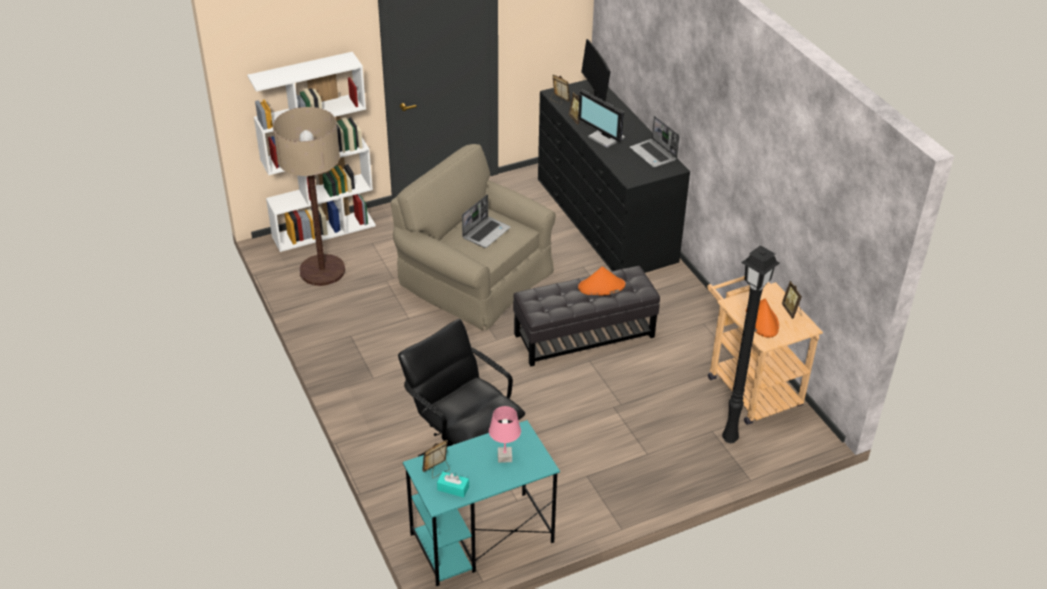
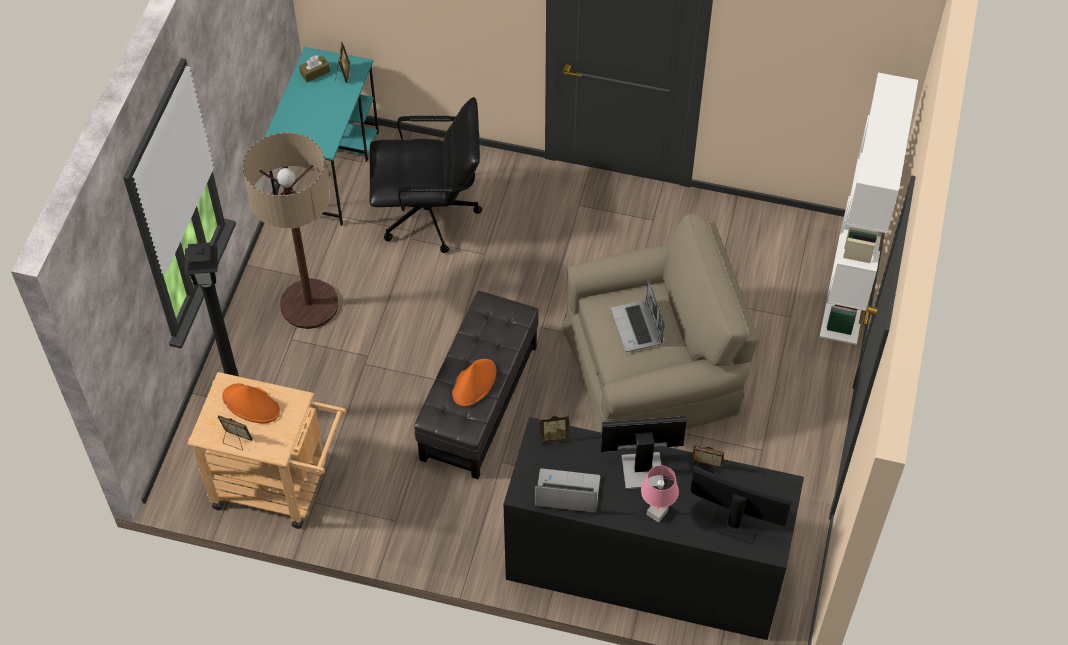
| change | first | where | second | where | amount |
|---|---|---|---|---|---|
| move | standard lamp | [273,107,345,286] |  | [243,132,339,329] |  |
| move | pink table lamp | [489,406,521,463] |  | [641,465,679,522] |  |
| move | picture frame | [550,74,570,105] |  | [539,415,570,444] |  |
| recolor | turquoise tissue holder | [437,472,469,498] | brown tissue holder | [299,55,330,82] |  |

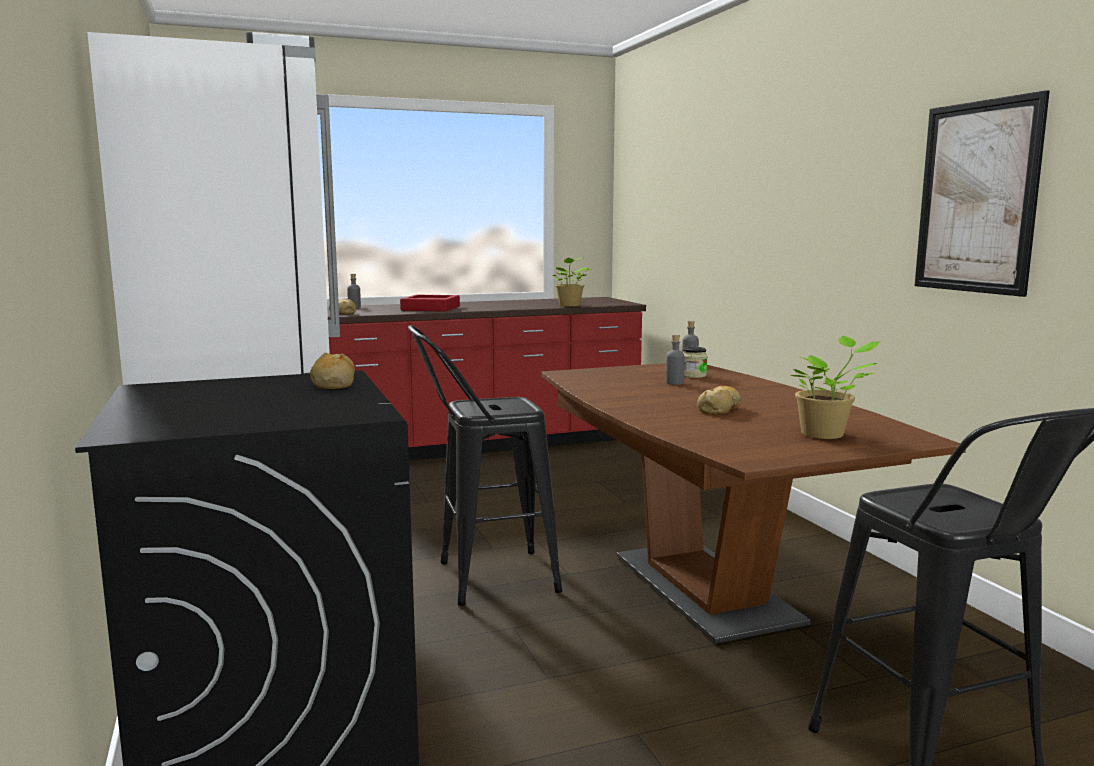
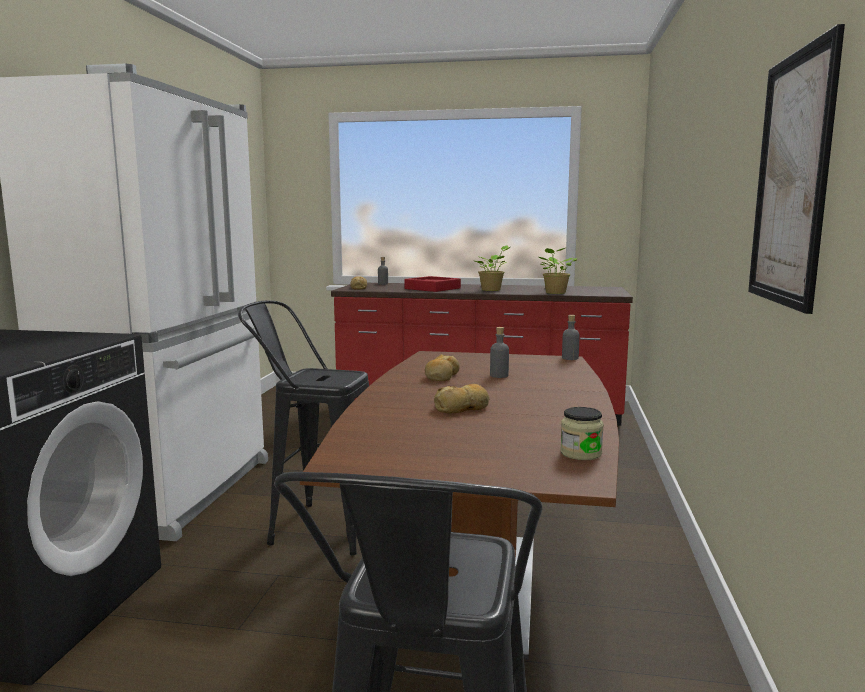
| change | first | where | second | where | amount |
|---|---|---|---|---|---|
| move | bakery bread | [310,353,355,389] |  | [425,354,460,381] |  |
| move | jar | [683,347,708,378] |  | [560,407,604,460] |  |
| move | plant in a pot | [791,336,881,439] |  | [475,245,510,291] |  |

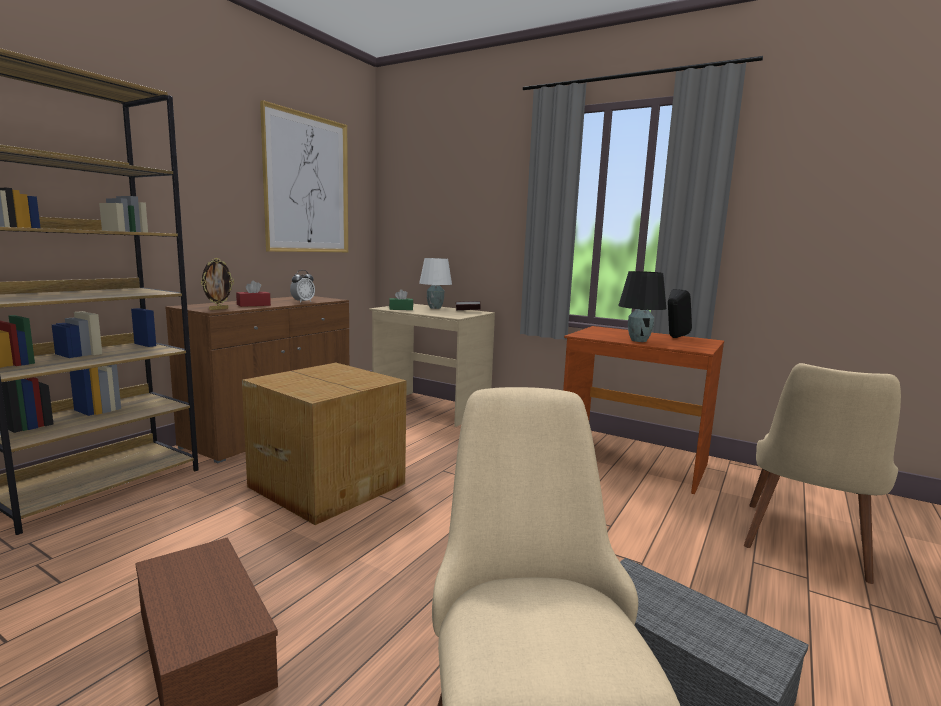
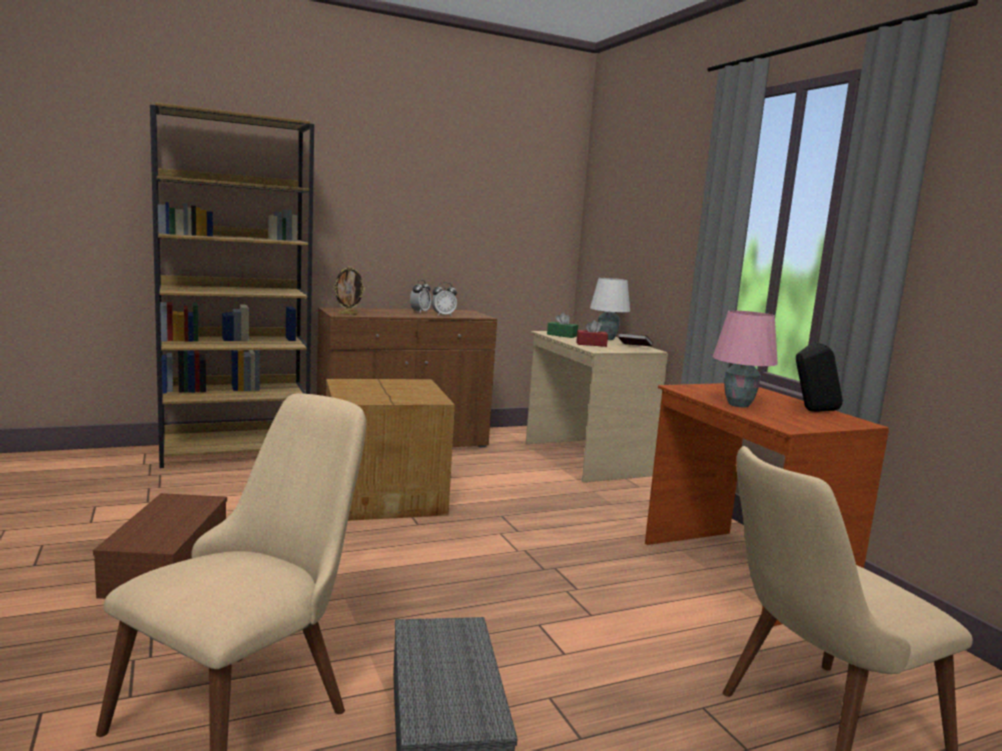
| change | first | where | second | where | amount |
|---|---|---|---|---|---|
| delete | wall art | [260,100,348,252] |  |  |  |
| insert |  |  | bedside clock | [410,280,431,313] |  |
| move | reddish tissue holder | [236,280,271,307] |  | [576,320,608,347] |  |
| recolor | black table lamp | [618,271,666,342] | pink table lamp | [713,310,778,408] |  |

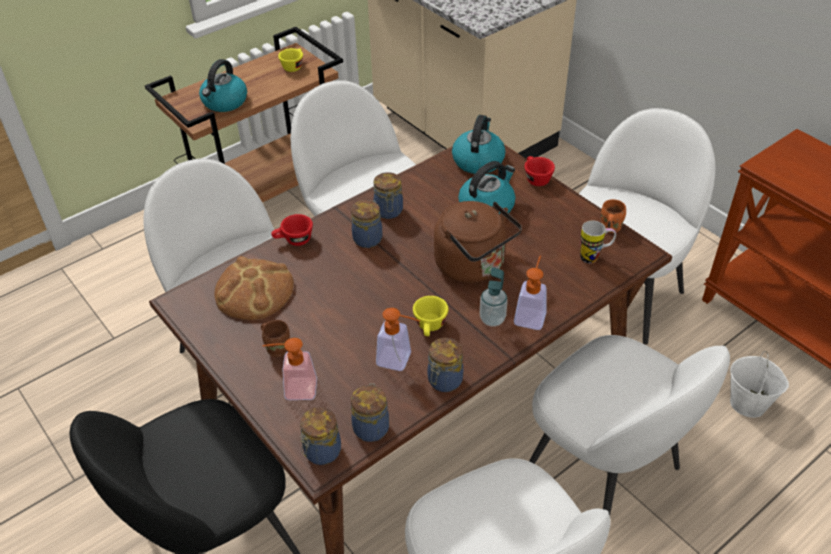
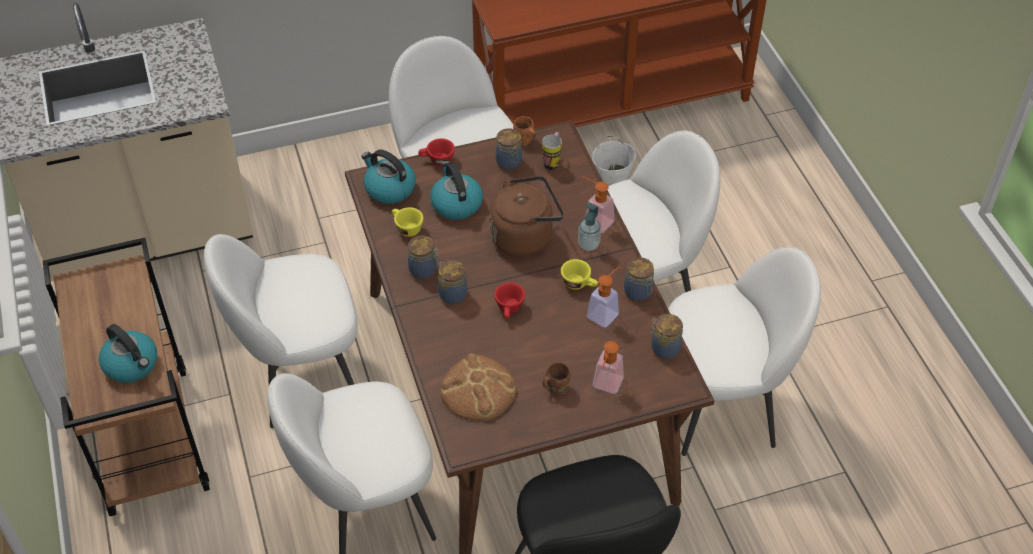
| change | first | where | second | where | amount |
|---|---|---|---|---|---|
| move | reddish cup | [271,214,313,246] |  | [494,282,525,319] |  |
| move | yellowish cup | [278,48,303,72] |  | [392,207,423,237] |  |
| move | jar | [300,407,341,465] |  | [496,128,522,170] |  |

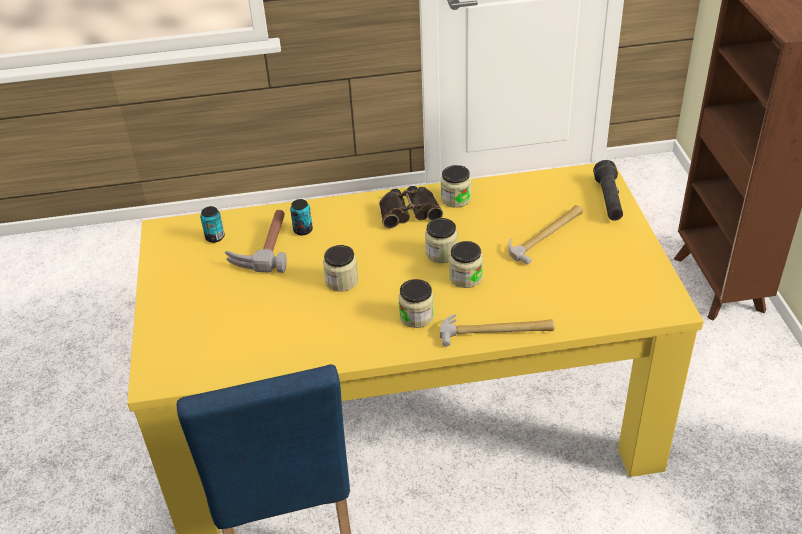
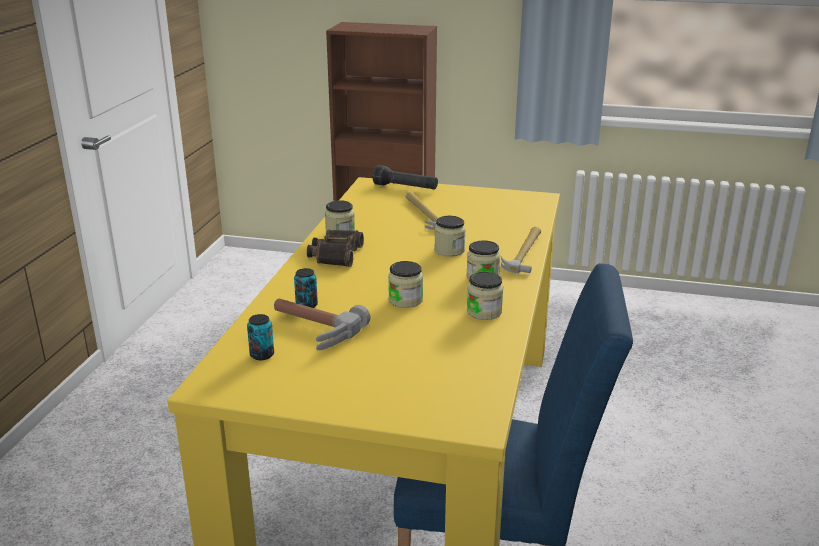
| change | first | where | second | where | amount |
|---|---|---|---|---|---|
| move | jar | [425,218,458,263] |  | [467,272,503,320] |  |

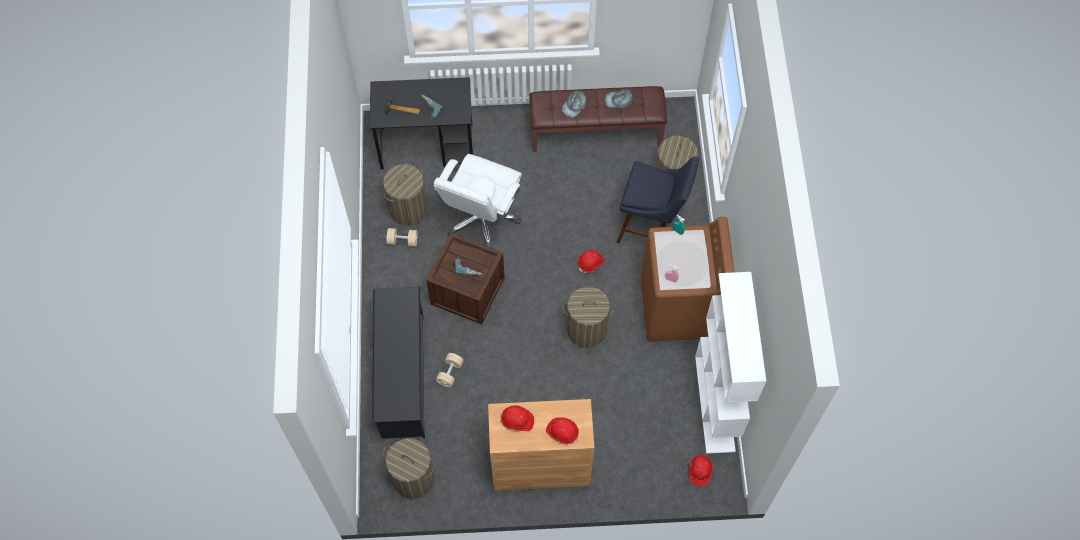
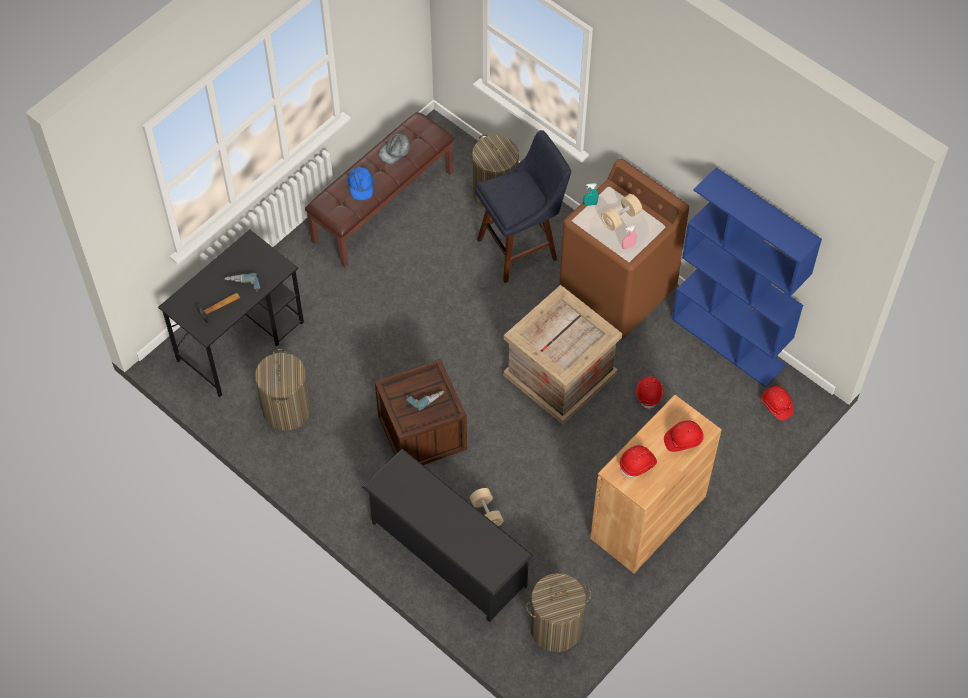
| change | first | where | second | where | amount |
|---|---|---|---|---|---|
| delete | white-coloured computer chair | [434,154,522,248] |  |  |  |
| move | beige dumbbell | [386,228,418,247] |  | [601,194,642,231] |  |
| move | reddish work helmet | [578,250,605,273] |  | [636,376,663,410] |  |
| replace | washing basket | [562,287,615,348] | crate | [503,285,622,425] |  |
| recolor | grey cap | [562,90,587,118] | blue-coloured cap | [348,167,373,200] |  |
| recolor | white-coloured shelving unit | [695,272,766,454] | blue-coloured shelving unit | [672,167,822,387] |  |

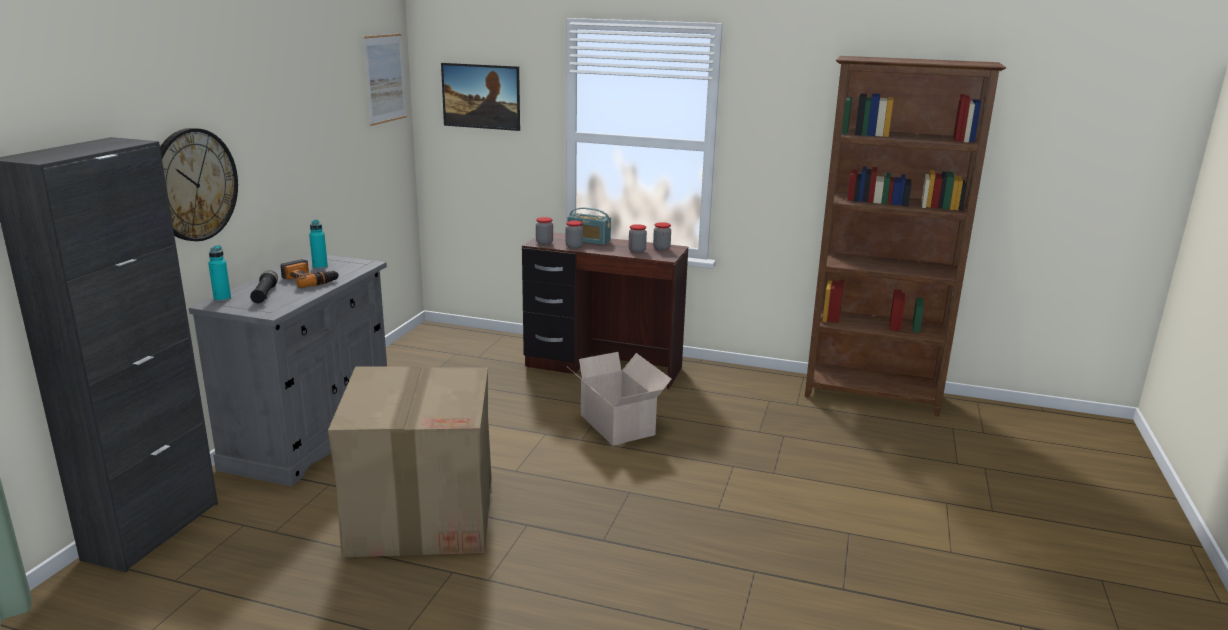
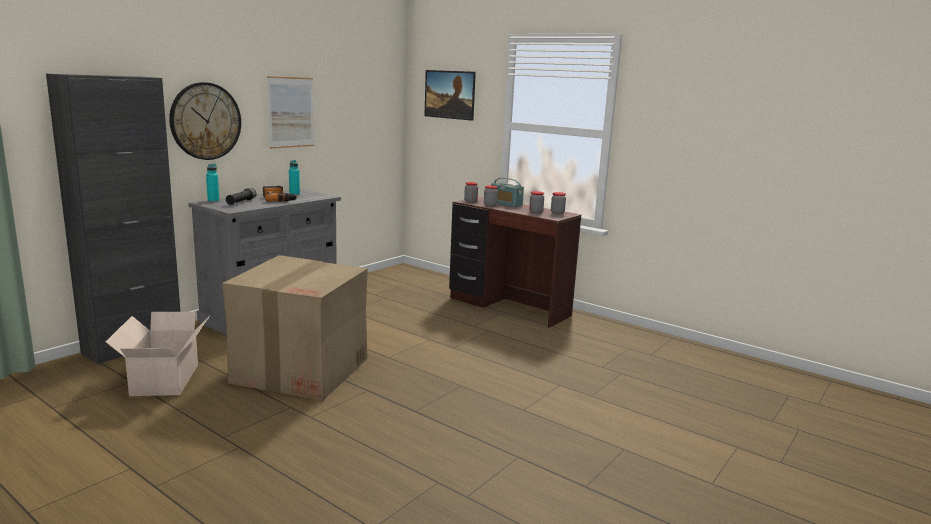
| change | first | where | second | where | amount |
|---|---|---|---|---|---|
| delete | brown shelving unit | [805,56,1006,417] |  |  |  |
| move | wall art | [364,34,406,126] |  | [267,76,314,149] |  |
| move | carton | [569,352,672,446] |  | [106,312,210,396] |  |

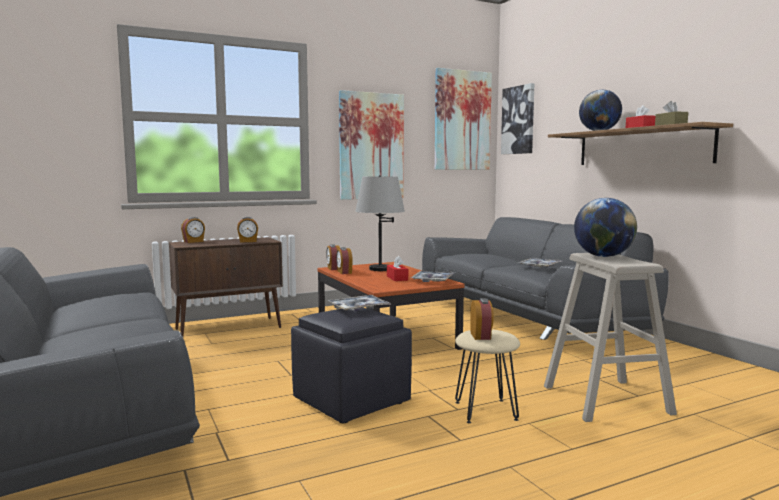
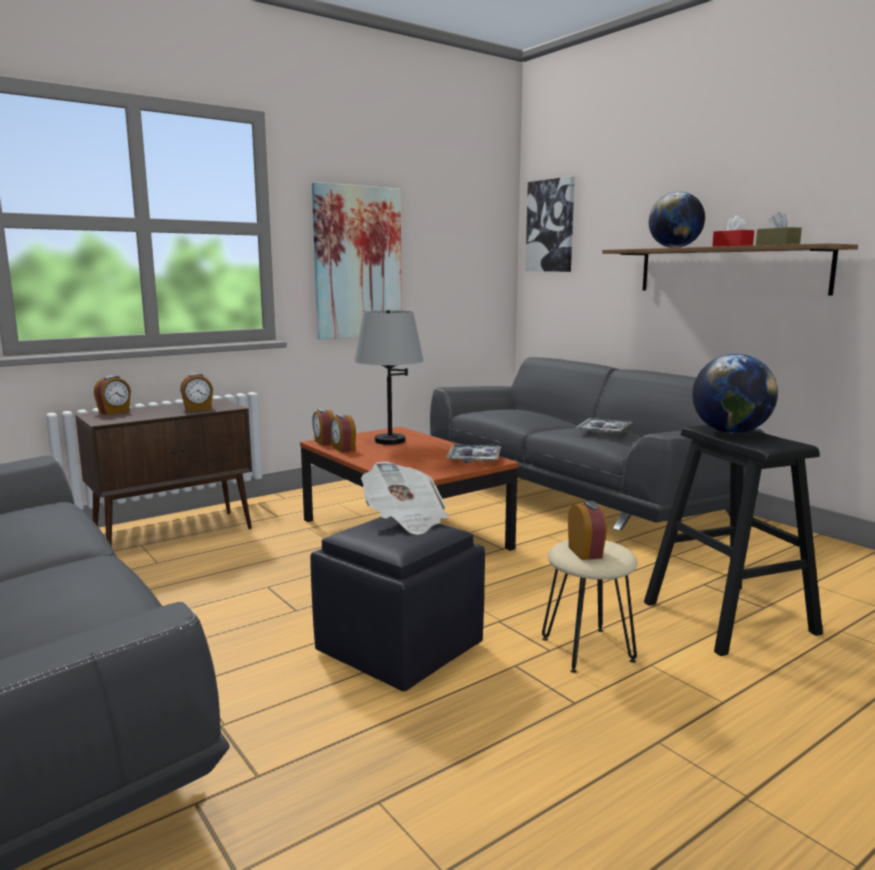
| change | first | where | second | where | amount |
|---|---|---|---|---|---|
| delete | reddish tissue holder | [387,256,408,281] |  |  |  |
| delete | wall art | [435,68,492,170] |  |  |  |
| replace | tray | [328,295,390,311] | daily paper | [361,461,449,535] |  |
| recolor | beige stool seat | [544,253,677,422] | black stool seat | [644,425,823,656] |  |

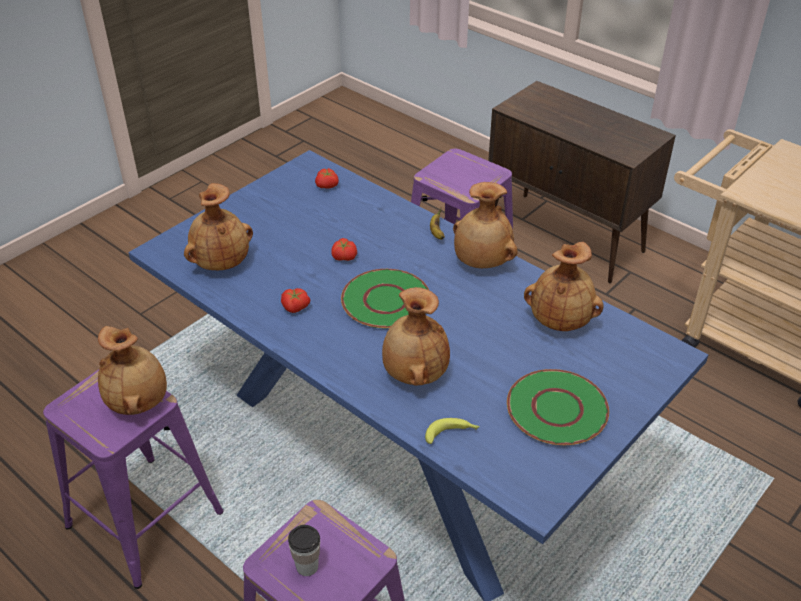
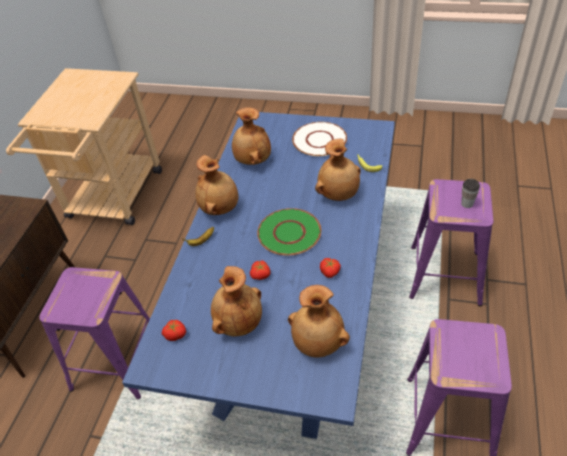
| change | first | where | second | where | amount |
|---|---|---|---|---|---|
| move | brown vase | [98,326,167,415] |  | [211,266,262,336] |  |
| recolor | greenish dinner plate | [507,369,609,445] | white-coloured dinner plate | [292,122,347,156] |  |

